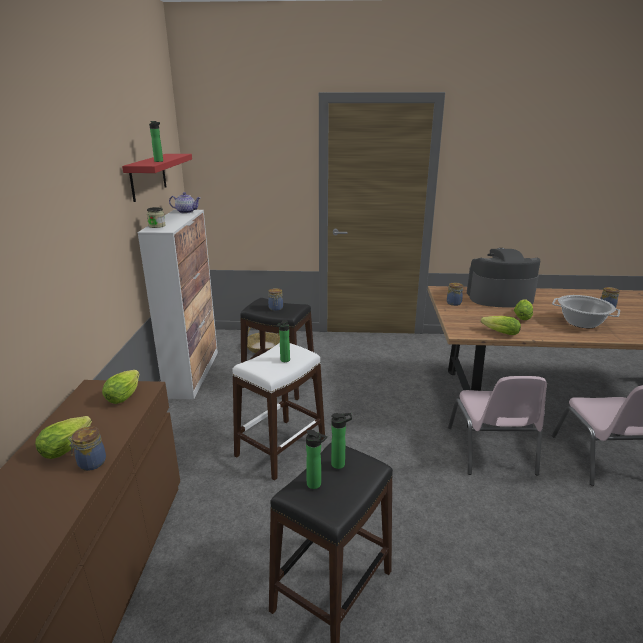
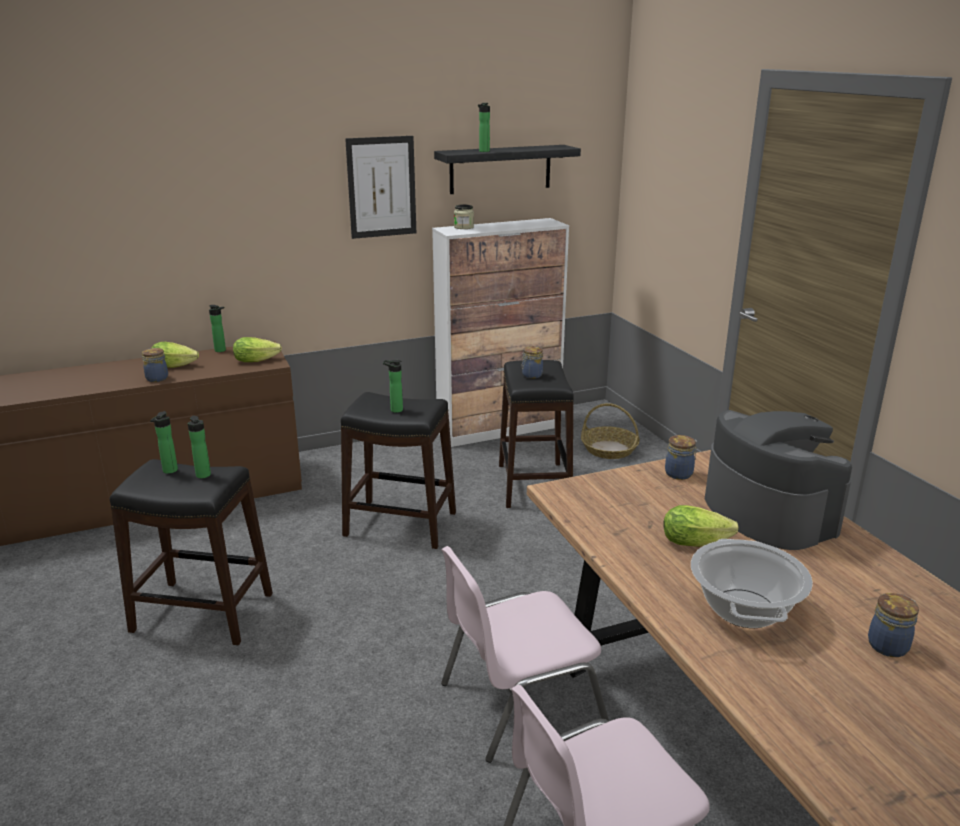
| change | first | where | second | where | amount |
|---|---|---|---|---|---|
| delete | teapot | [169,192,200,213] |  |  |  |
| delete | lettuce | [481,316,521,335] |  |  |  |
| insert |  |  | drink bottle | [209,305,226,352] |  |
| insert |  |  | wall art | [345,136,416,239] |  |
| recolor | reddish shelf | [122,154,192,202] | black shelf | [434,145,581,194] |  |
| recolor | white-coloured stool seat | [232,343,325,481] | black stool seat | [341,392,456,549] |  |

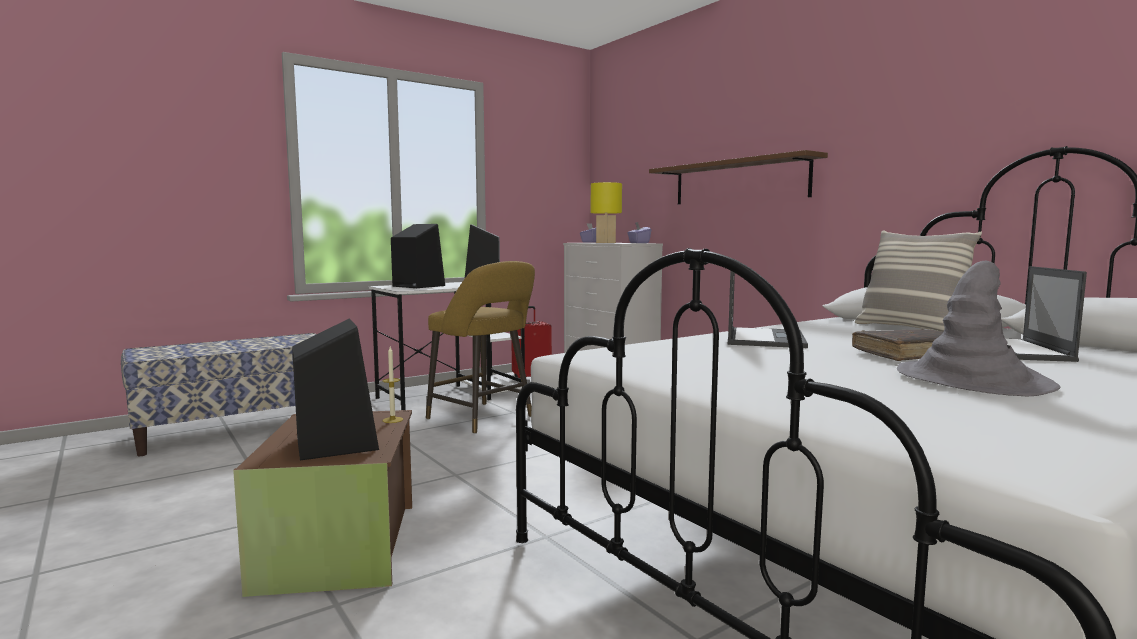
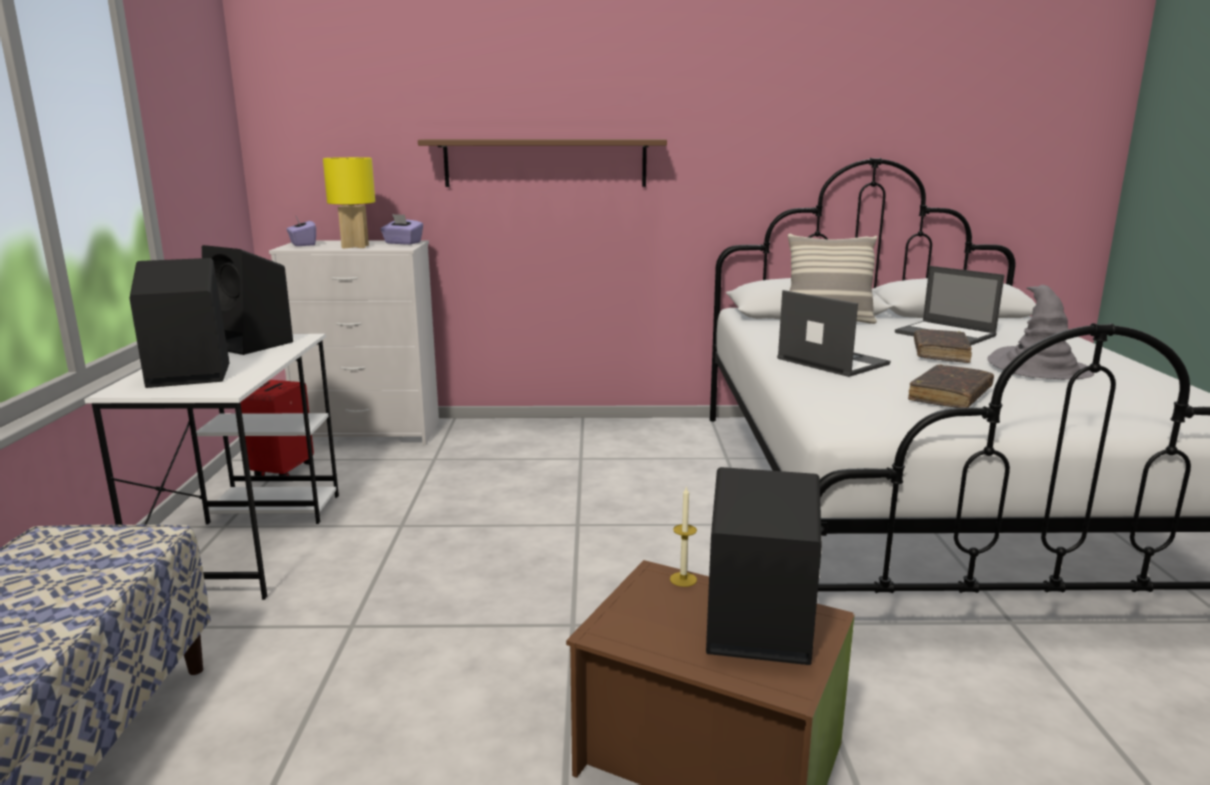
| change | first | where | second | where | amount |
|---|---|---|---|---|---|
| delete | yellowish stool seat | [426,261,535,434] |  |  |  |
| insert |  |  | brown volume | [908,364,994,408] |  |

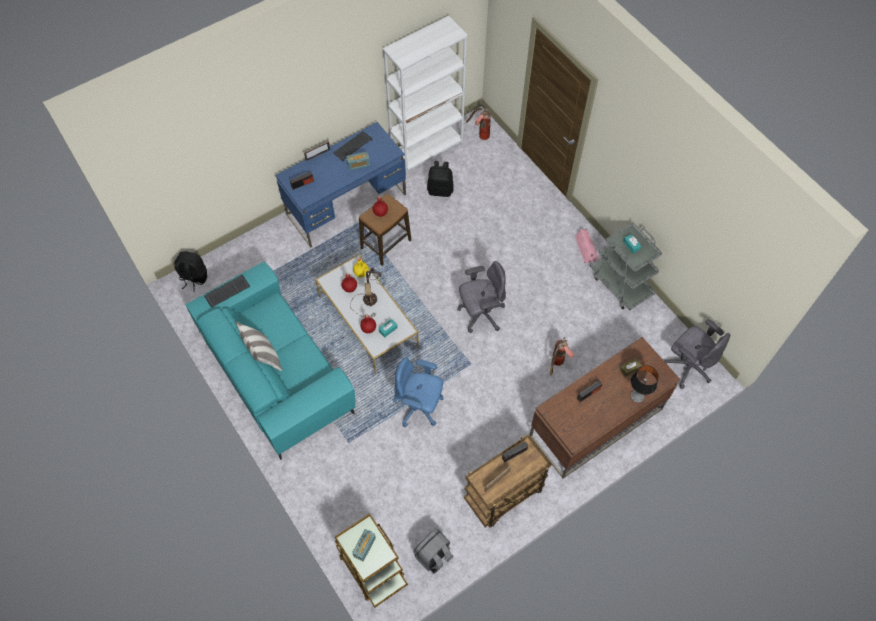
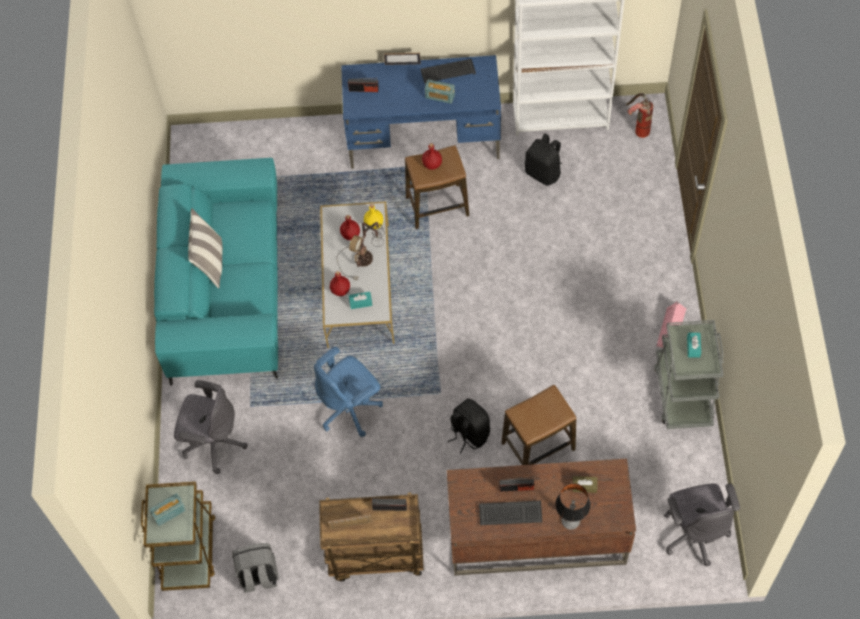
| change | first | where | second | where | amount |
|---|---|---|---|---|---|
| move | black knapsack | [174,251,207,292] |  | [448,399,490,454] |  |
| move | PC keyboard | [204,275,250,308] |  | [479,501,542,525] |  |
| move | grey computer chair | [457,261,506,333] |  | [174,380,248,474] |  |
| replace | fire-fighting cylinder | [550,337,574,375] | stool seat | [501,385,576,465] |  |
| rotate | blue-coloured computer chair | [393,357,444,427] |  | [314,347,383,437] | 90 degrees counterclockwise |

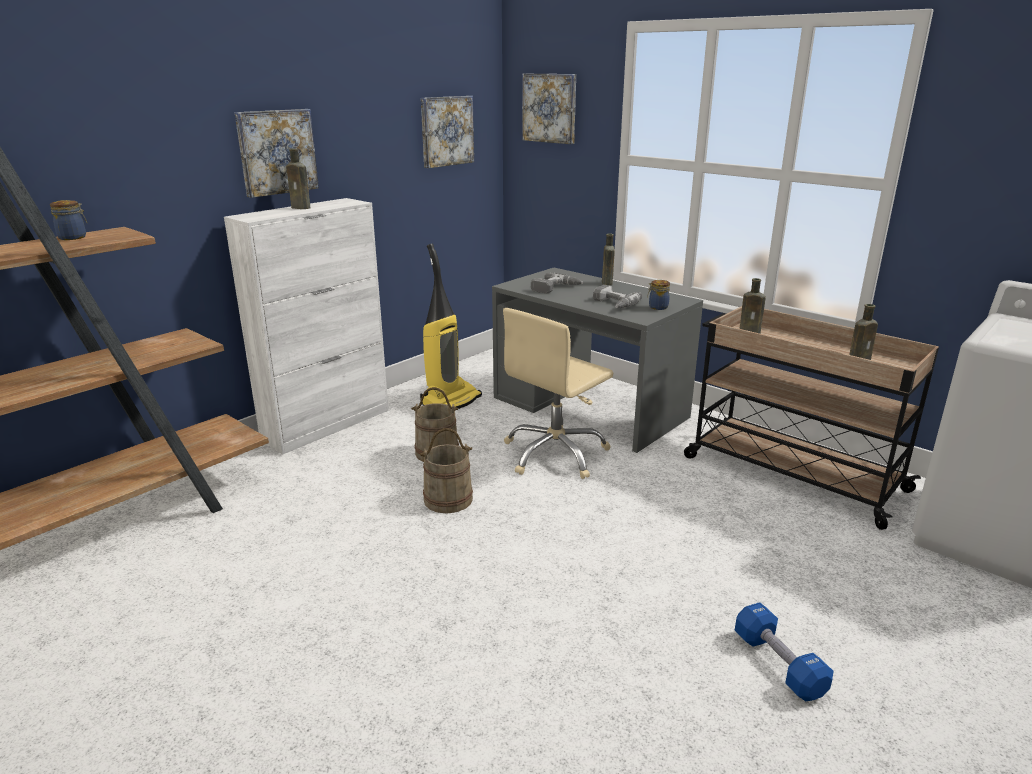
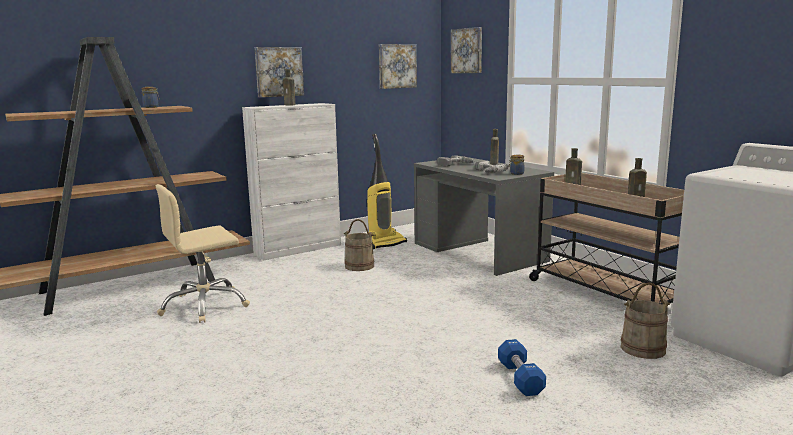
| change | first | where | second | where | amount |
|---|---|---|---|---|---|
| move | beige water bucket | [420,428,473,514] |  | [621,282,670,359] |  |
| move | beige computer chair | [503,308,613,479] |  | [156,184,250,323] |  |

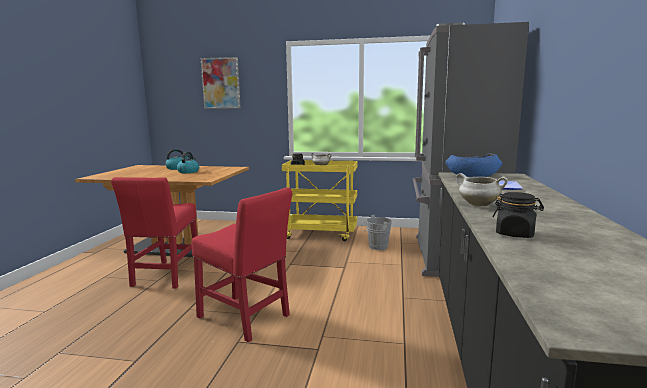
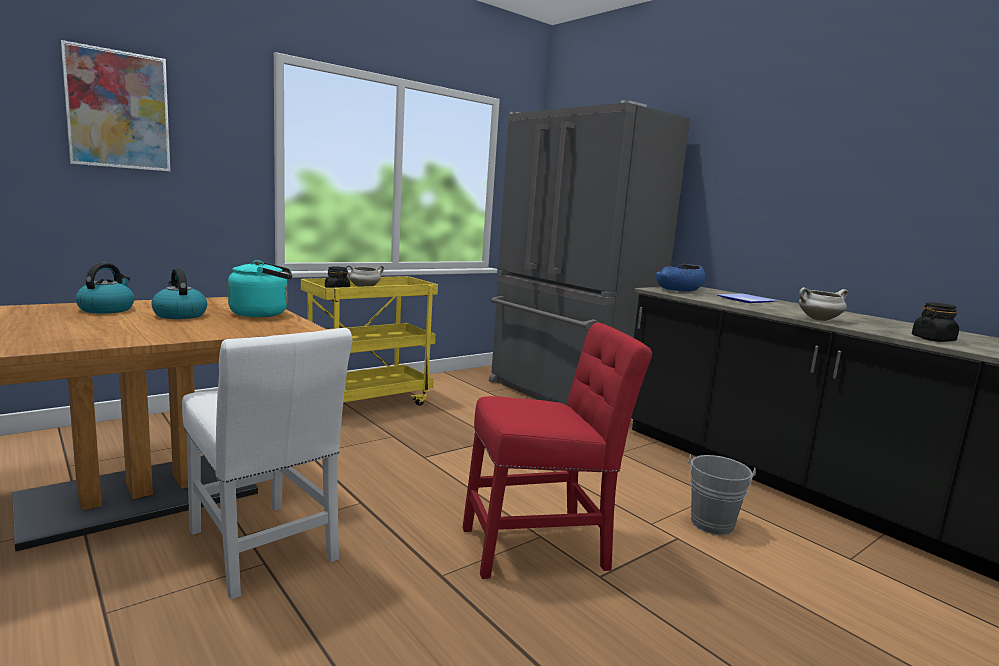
| change | first | where | second | where | amount |
|---|---|---|---|---|---|
| insert |  |  | turquoise tea kettle | [228,260,292,317] |  |
| move | grey water bucket | [361,215,392,250] |  | [688,454,756,535] |  |
| recolor | reddish upright chair | [111,177,197,289] | white-coloured upright chair | [182,328,352,600] |  |

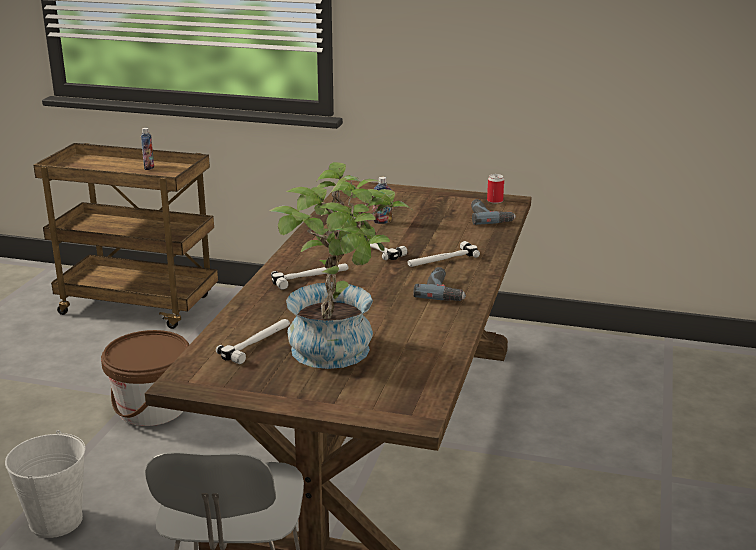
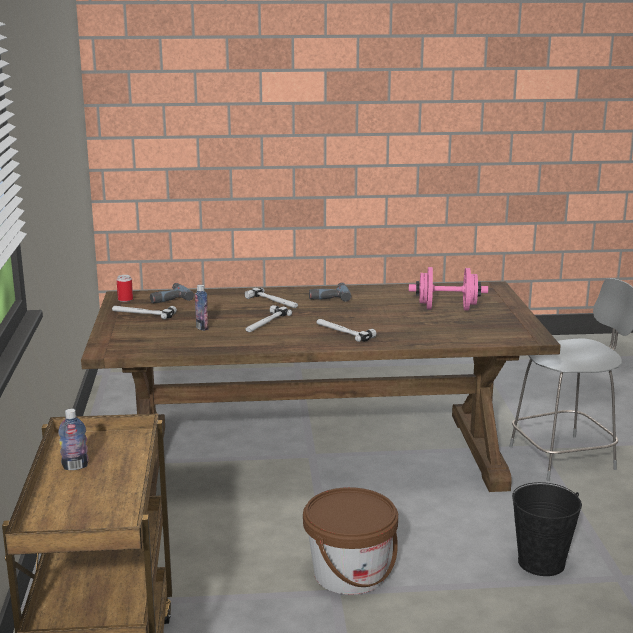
| change | first | where | second | where | amount |
|---|---|---|---|---|---|
| move | hand hammer | [216,319,290,364] |  | [112,306,177,319] |  |
| replace | plant in a pot | [269,162,410,369] | pink dumbbell | [409,267,488,310] |  |
| recolor | white-coloured water bucket | [5,430,85,538] | black water bucket | [512,482,582,576] |  |

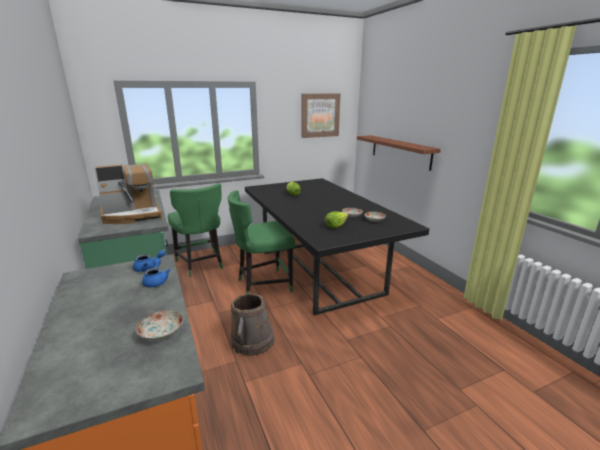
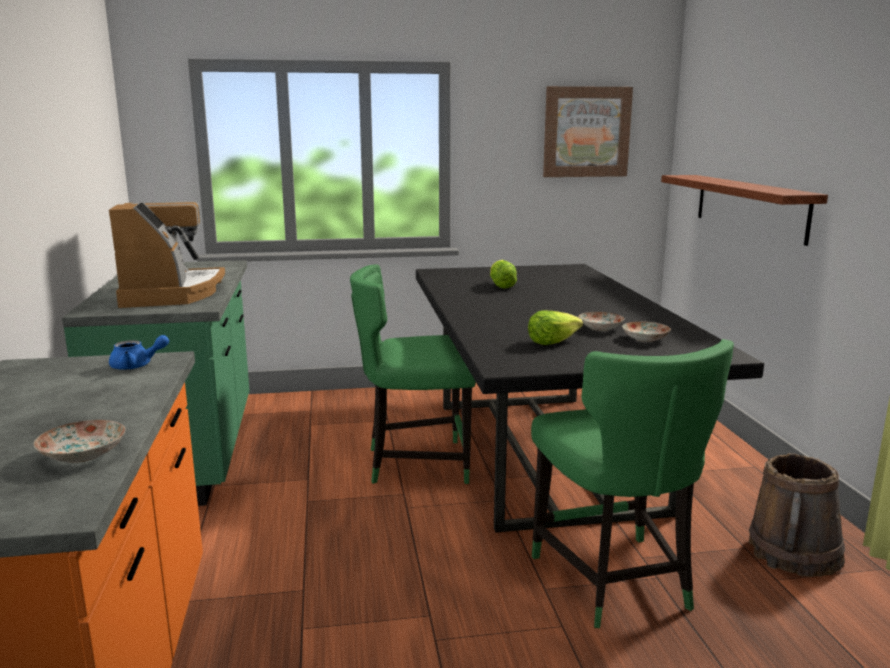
| change | first | where | second | where | amount |
|---|---|---|---|---|---|
| delete | blue-coloured teapot | [142,258,171,287] |  |  |  |
| move | greenish upright chair | [168,183,223,277] |  | [531,339,734,628] |  |
| move | brown water bucket | [230,293,275,356] |  | [749,453,845,577] |  |
| rotate | coffee machine | [94,164,162,224] |  | [109,201,225,308] | 90 degrees counterclockwise |

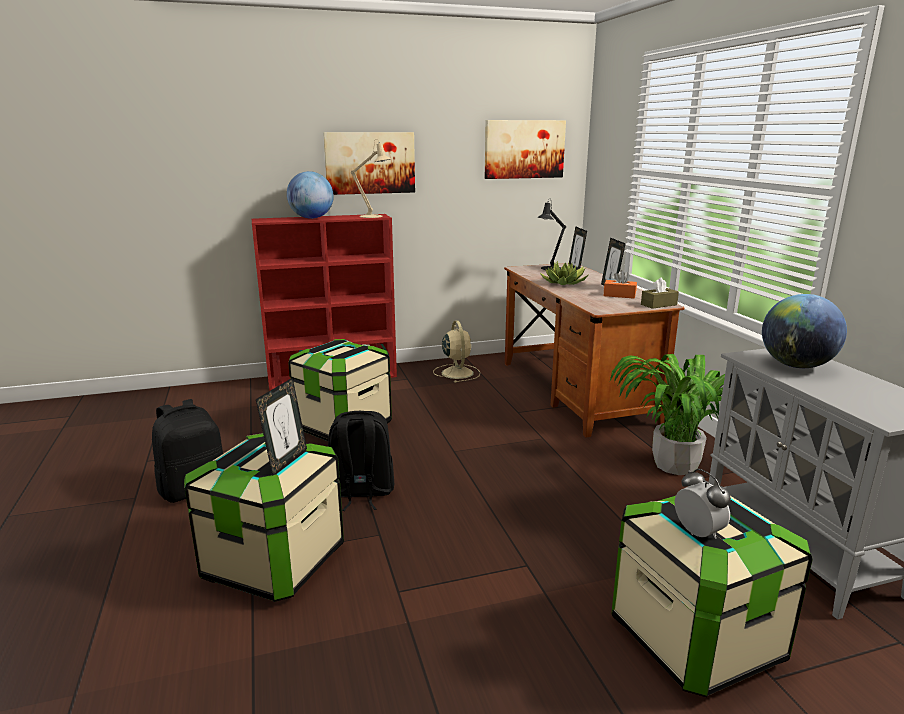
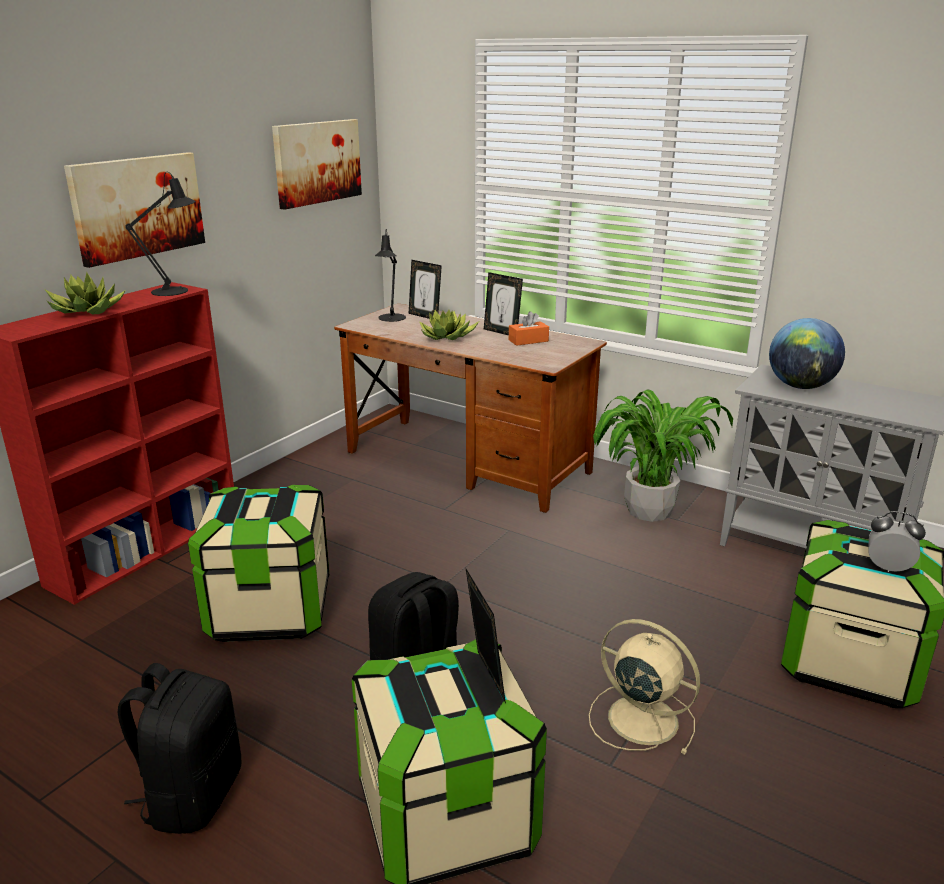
| change | first | where | second | where | amount |
|---|---|---|---|---|---|
| delete | brown tissue holder | [641,278,679,309] |  |  |  |
| move | beige fan | [433,320,480,383] |  | [589,619,700,754] |  |
| replace | desk globe | [287,171,334,219] | plant in a pot | [45,272,126,314] |  |
| recolor | beige table lamp | [351,139,391,218] | black table lamp | [125,172,195,296] |  |

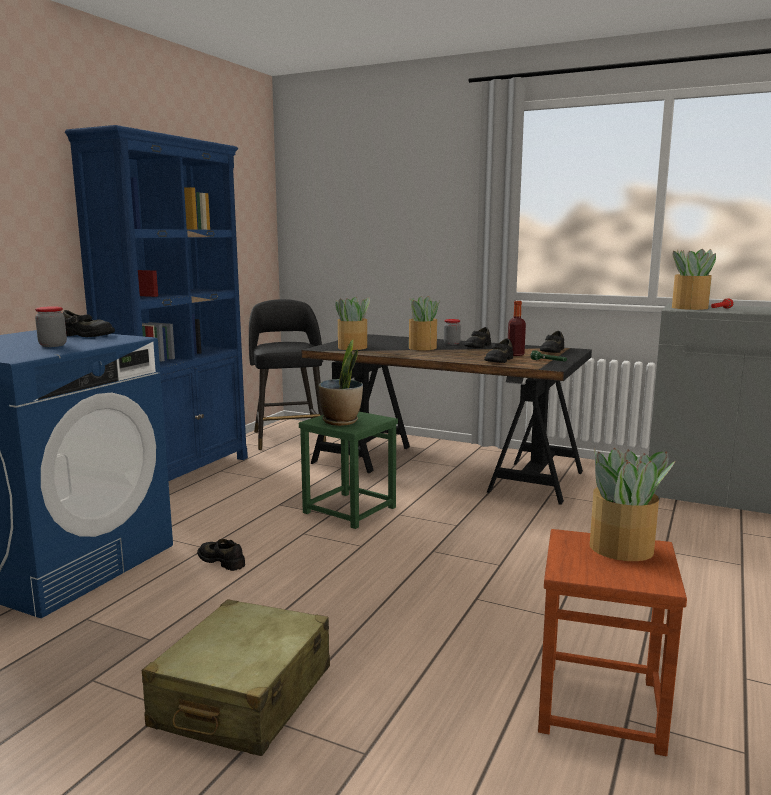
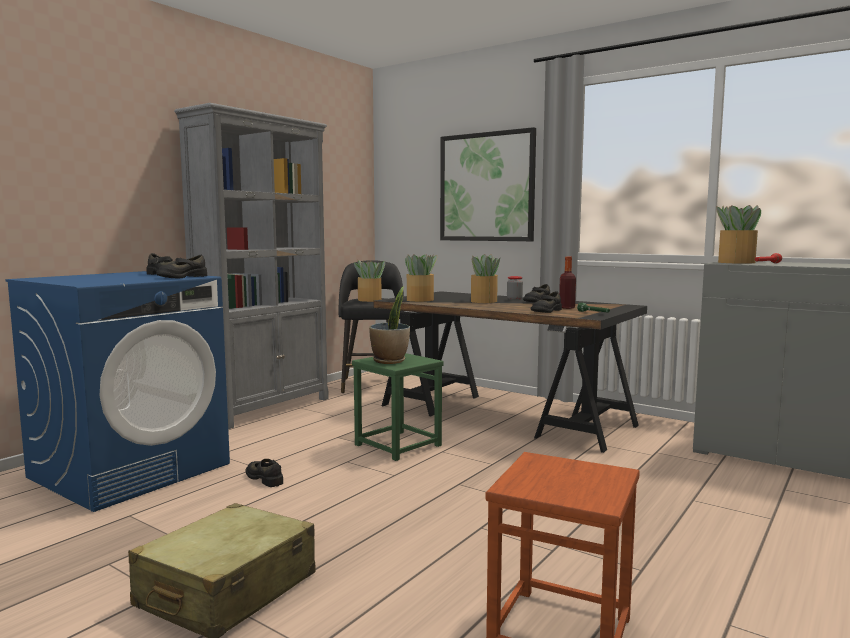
| change | first | where | second | where | amount |
|---|---|---|---|---|---|
| delete | jar | [35,306,67,347] |  |  |  |
| insert |  |  | wall art | [440,127,536,241] |  |
| move | black shoe | [540,331,564,353] |  | [156,255,207,278] |  |
| move | plant in a pot | [590,448,675,561] |  | [354,260,385,302] |  |
| recolor | blue-coloured shelving unit | [65,125,248,481] | grey shelving unit | [174,103,329,429] |  |

